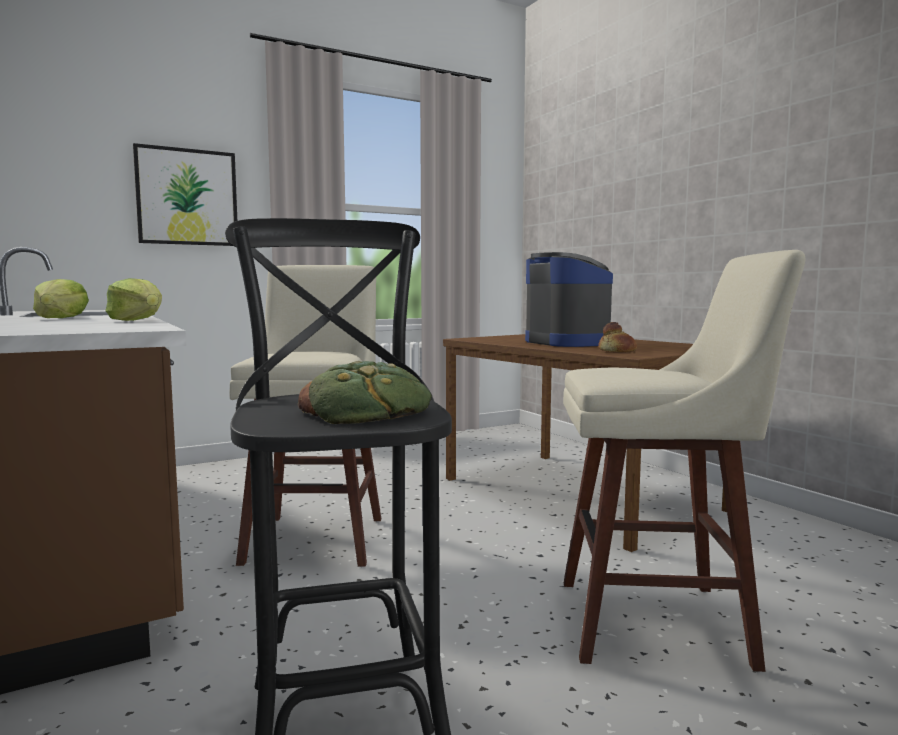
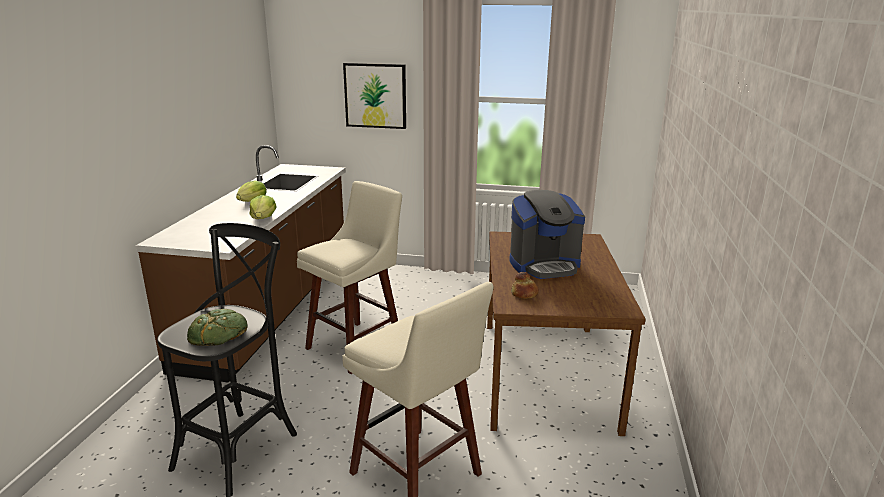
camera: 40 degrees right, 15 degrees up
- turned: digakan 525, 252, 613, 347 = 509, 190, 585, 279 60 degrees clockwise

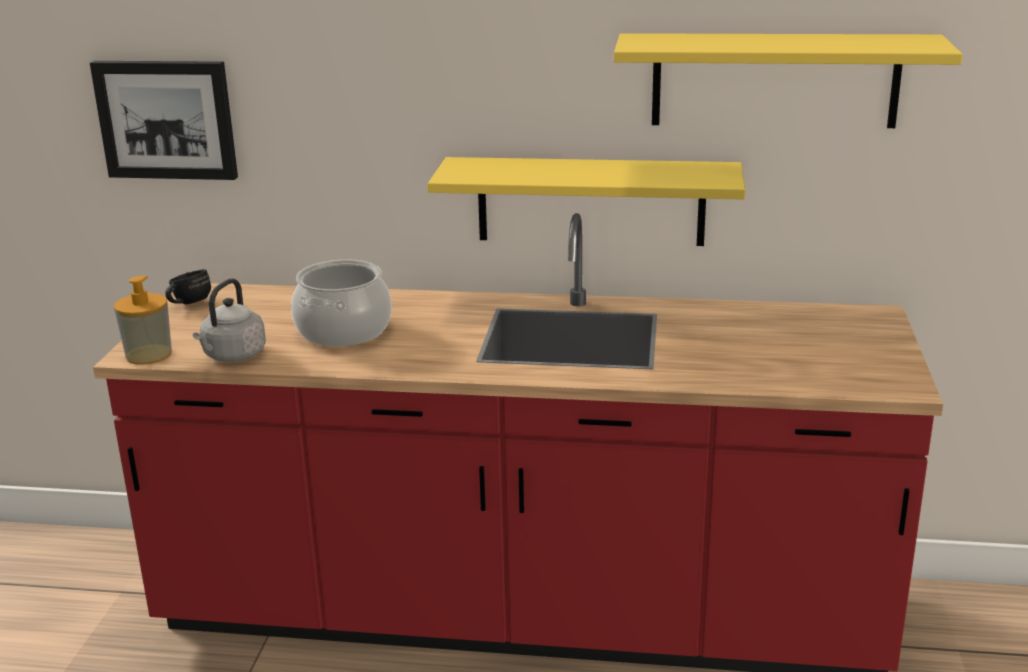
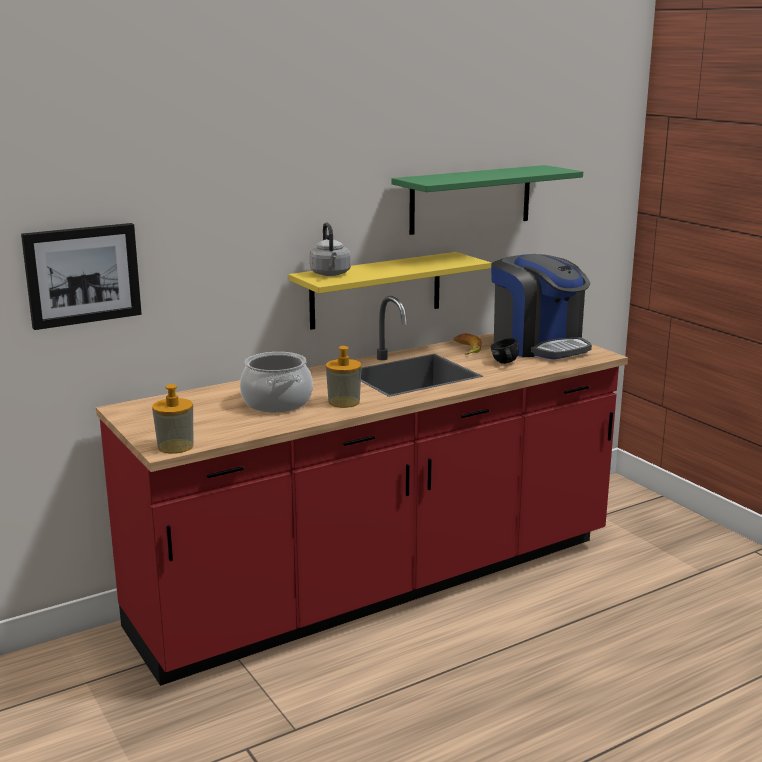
camera: 40 degrees left, 5 degrees down
- moved: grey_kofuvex 193, 278, 266, 362 to 310, 222, 351, 276
- added: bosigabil 326, 346, 362, 408
- recoloured: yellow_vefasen 614, 33, 963, 128 to green_vefasen 392, 165, 583, 235
- added: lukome 454, 333, 482, 355
- added: digakan 491, 254, 592, 360
- moved: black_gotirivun 165, 269, 211, 304 to 491, 338, 519, 364

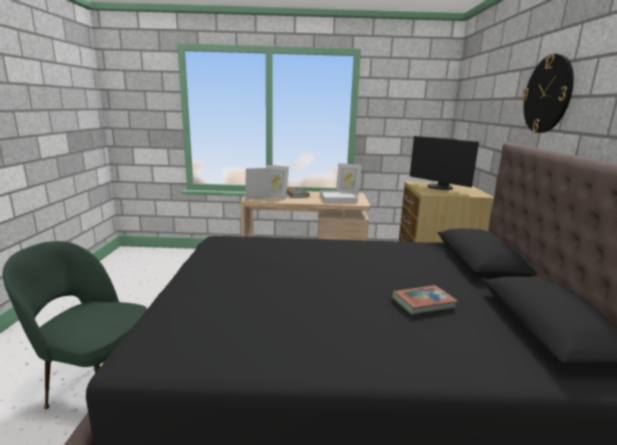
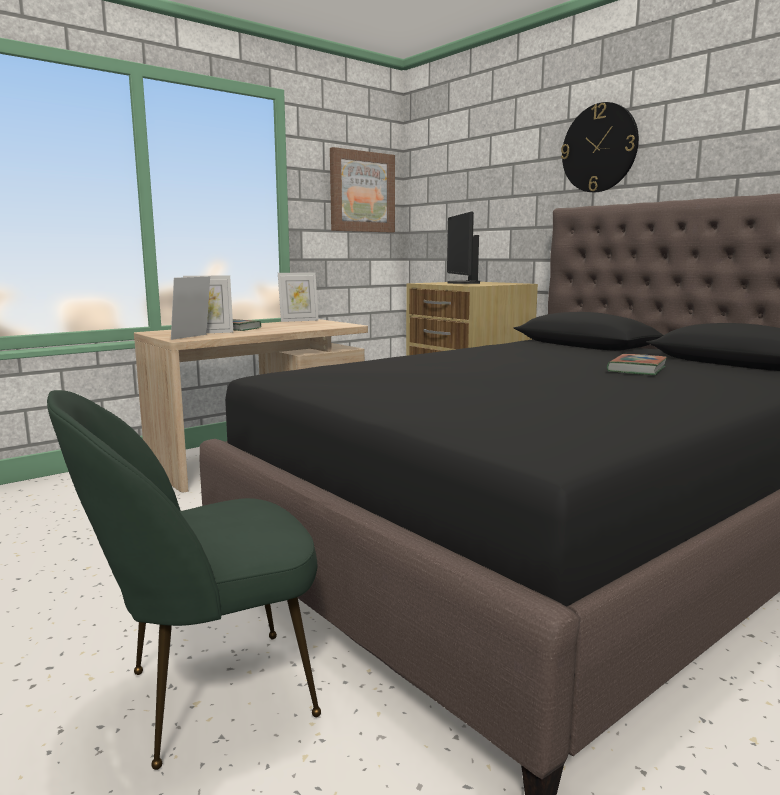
camera: 40 degrees left, 5 degrees down
- added: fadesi 330, 147, 395, 233
- turned: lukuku 410, 136, 479, 190 = 447, 212, 480, 284 75 degrees clockwise
- removed: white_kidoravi 320, 190, 358, 203

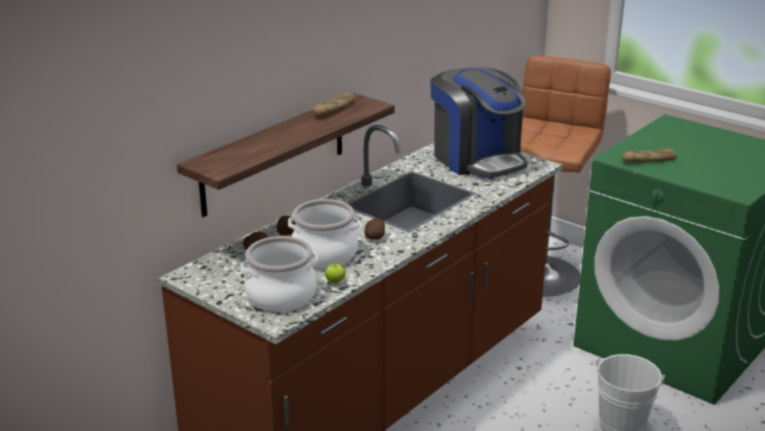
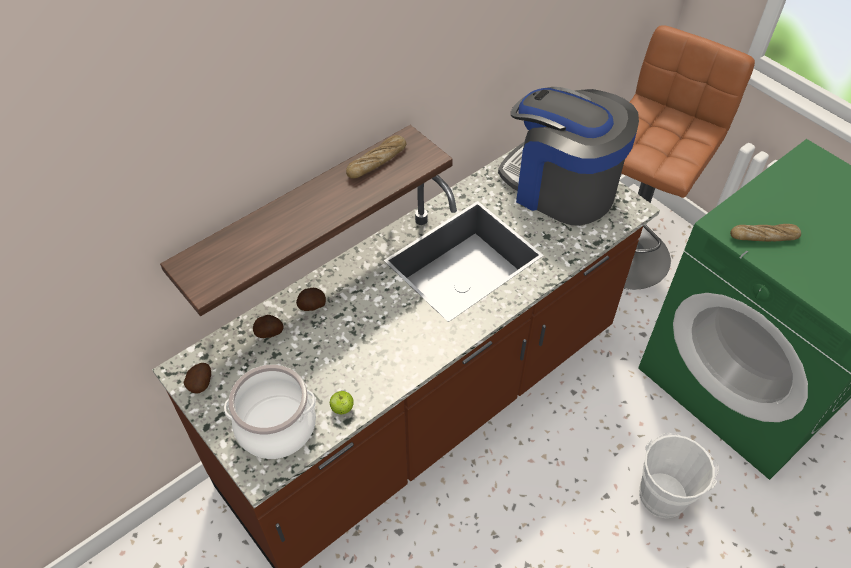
camera: 10 degrees right, 25 degrees up
- moved: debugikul 365, 218, 385, 240 to 183, 363, 211, 394
- turned: digakan 430, 67, 527, 179 = 498, 87, 639, 226 150 degrees clockwise
- removed: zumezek 288, 199, 360, 268

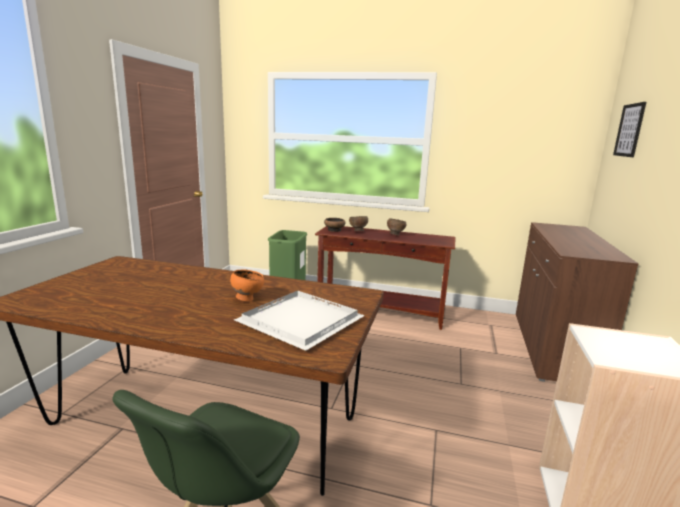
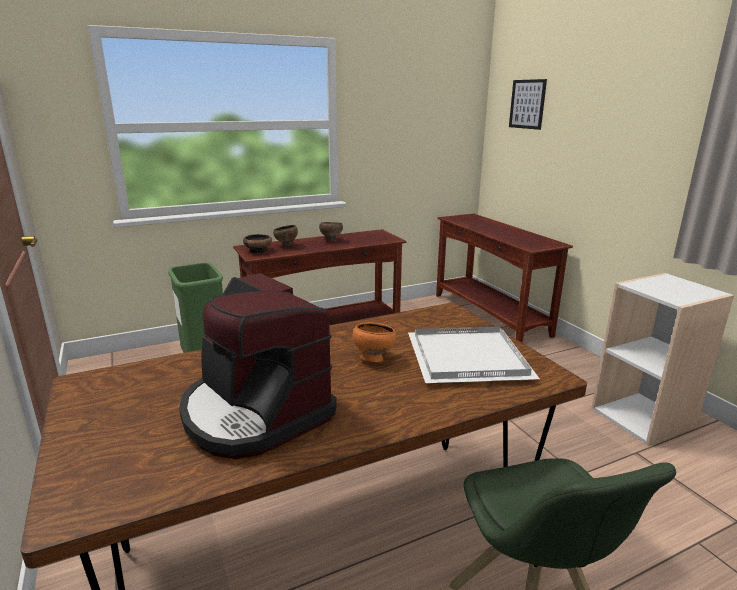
camera: 40 degrees left, 5 degrees up
- added: digakan 179, 273, 337, 459
- replaced: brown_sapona 516, 222, 639, 382 to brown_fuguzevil 436, 213, 573, 342

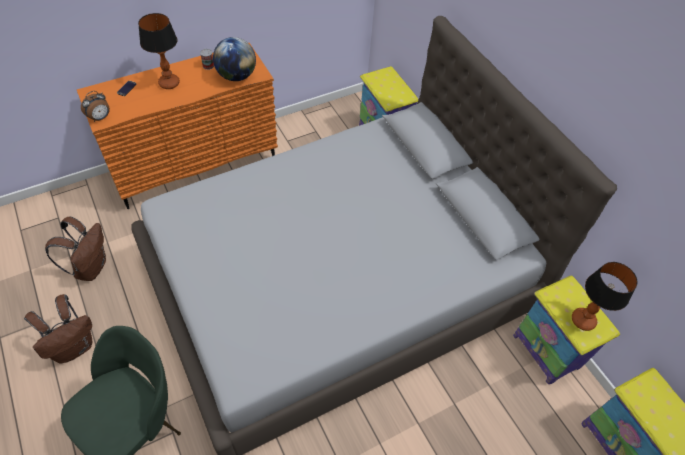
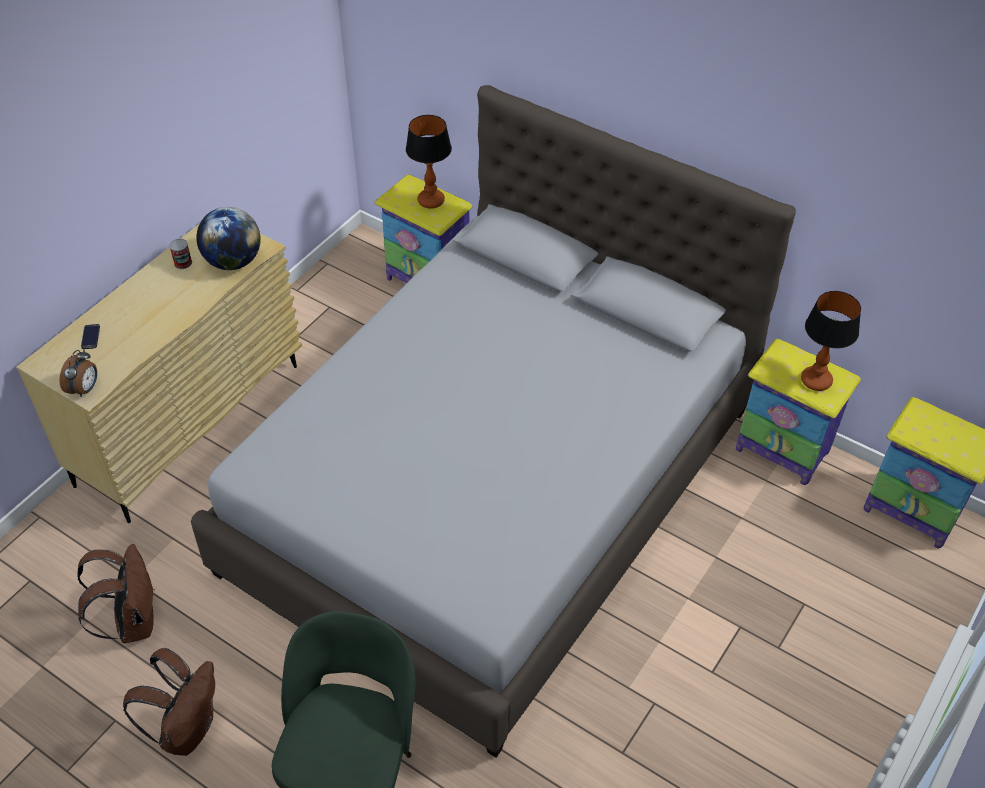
camera: 25 degrees left, 5 degrees down
- recoloured: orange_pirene 77, 43, 278, 209 to beige_pirene 16, 224, 302, 523
- moved: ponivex 138, 13, 180, 89 to 406, 115, 452, 208

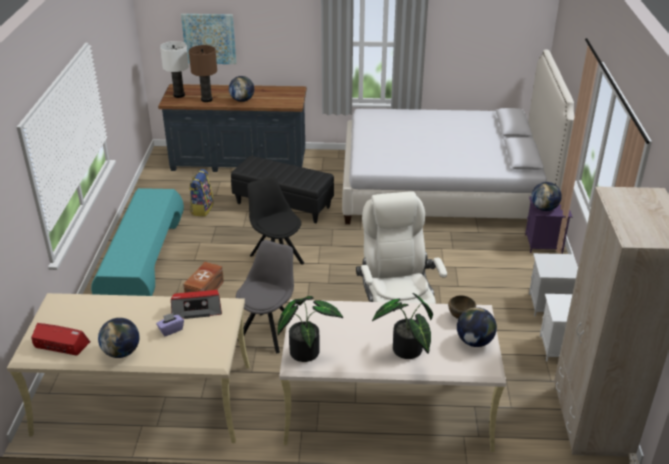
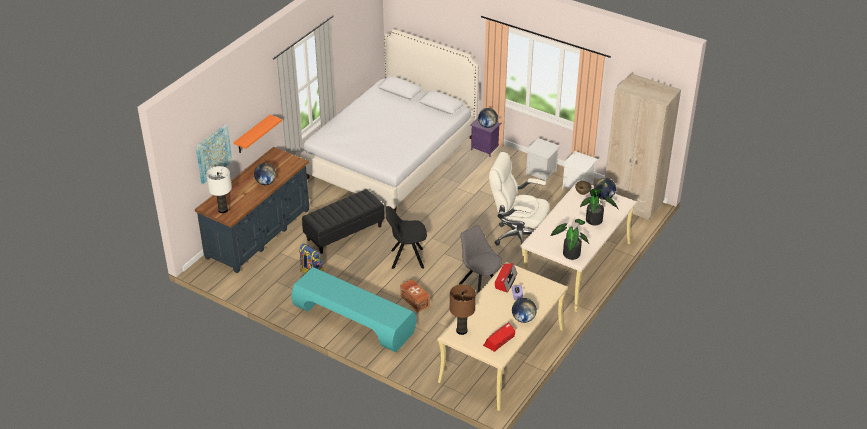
camera: 60 degrees left, 5 degrees up
- added: orange_vefasen 234, 115, 282, 153
- moved: brown_ponivex 189, 45, 217, 102 to 450, 284, 476, 335

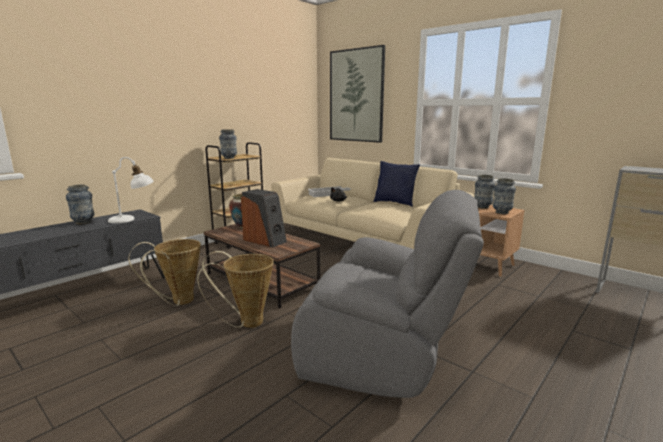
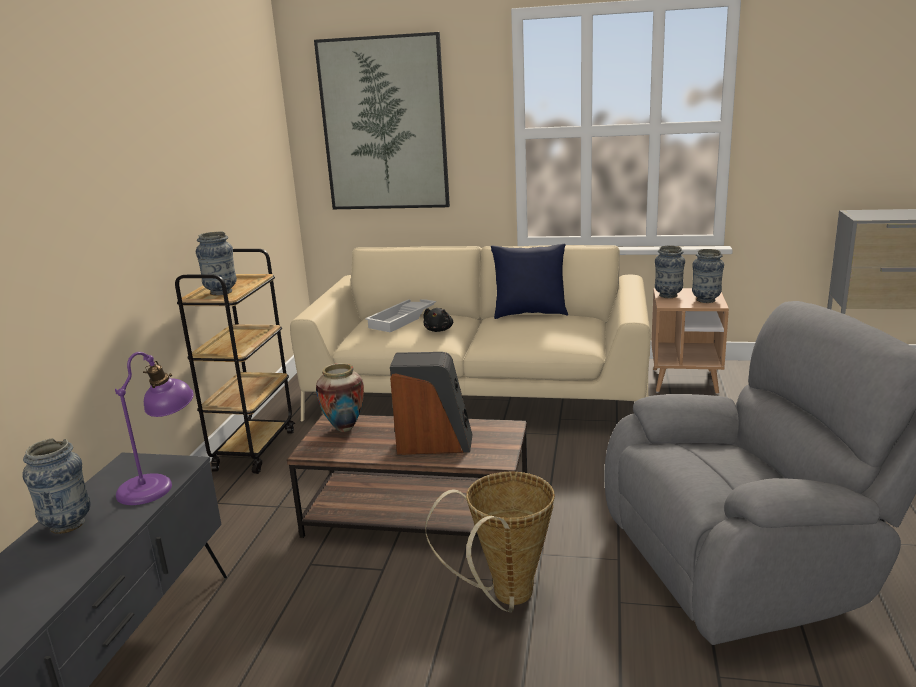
camera: 30 degrees left, 5 degrees up
- recoloured: white_ponivex 108, 157, 154, 223 to purple_ponivex 115, 352, 194, 505
- removed: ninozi 128, 239, 201, 306

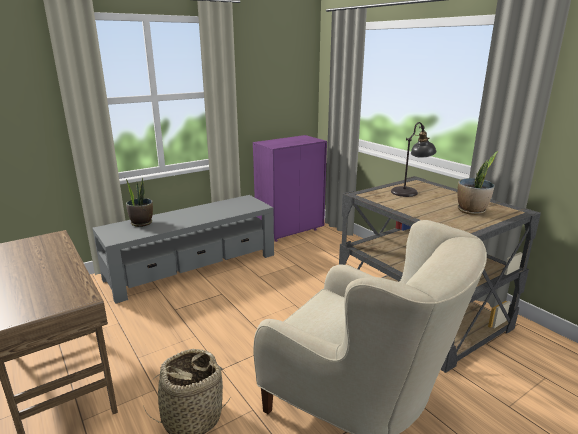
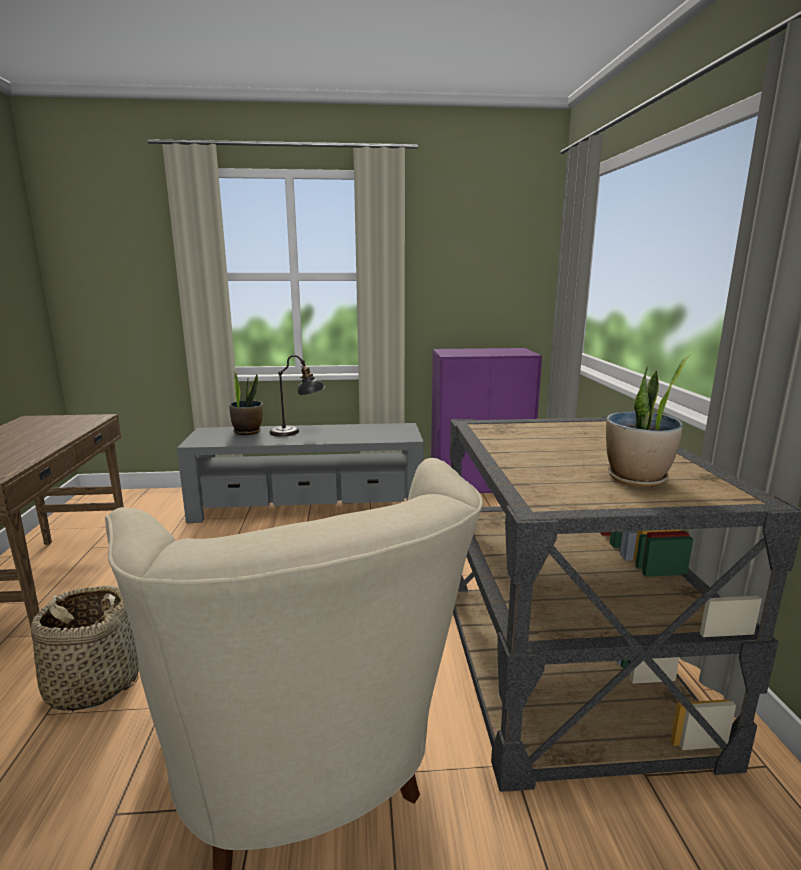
camera: 30 degrees right, 5 degrees down
- moved: grey_ponivex 391, 122, 436, 197 to 270, 355, 325, 436

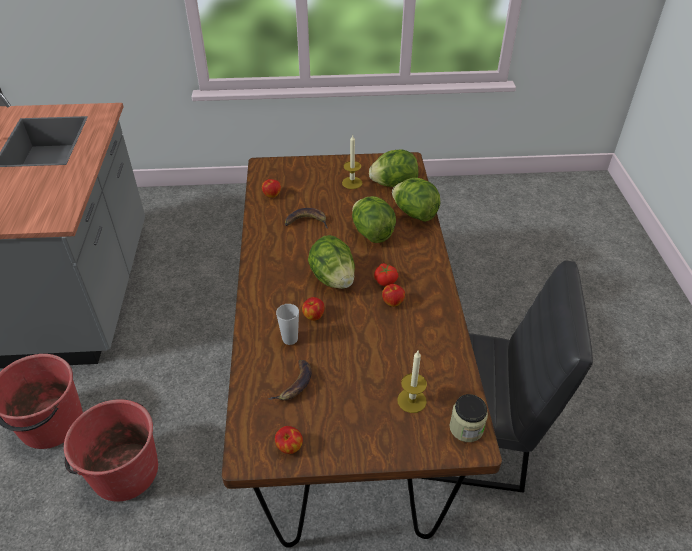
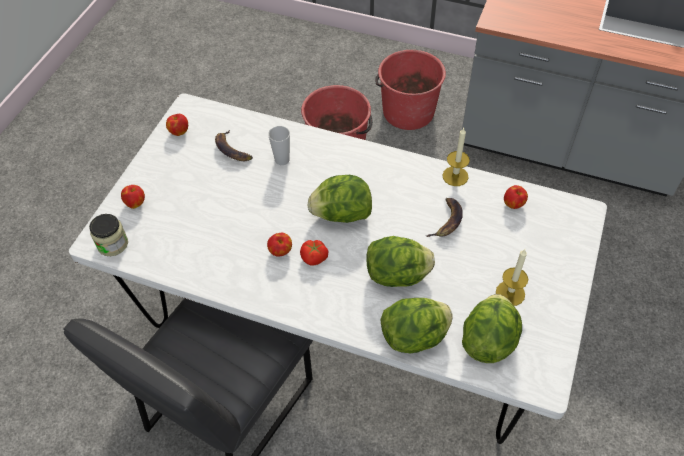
camera: 115 degrees right, 10 degrees up
- recoloured: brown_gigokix 222, 152, 502, 548 to white_gigokix 69, 93, 607, 444
- moved: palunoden 302, 297, 325, 321 to 121, 185, 145, 209
- moved: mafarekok 397, 351, 427, 413 to 443, 128, 470, 186

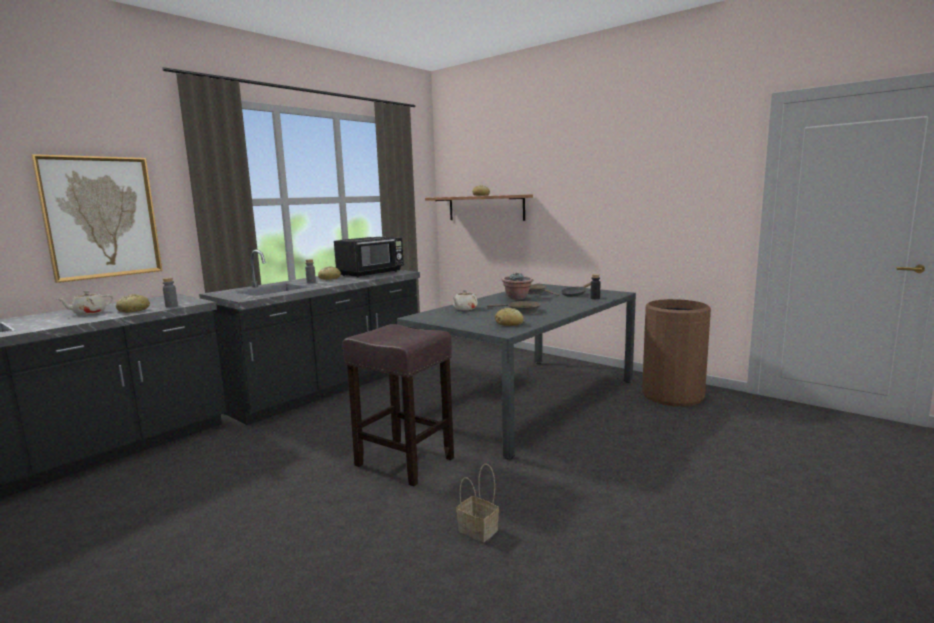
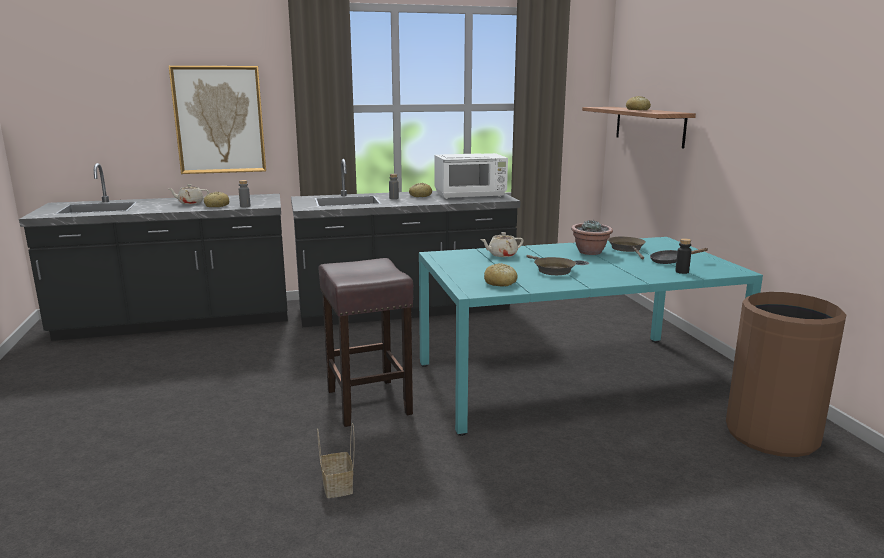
camera: 35 degrees right, 5 degrees up
- recoloured: grey_gigokix 397, 283, 636, 459 to turquoise_gigokix 419, 237, 763, 436
- recoloured: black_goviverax 334, 237, 404, 278 to white_goviverax 434, 153, 508, 199

